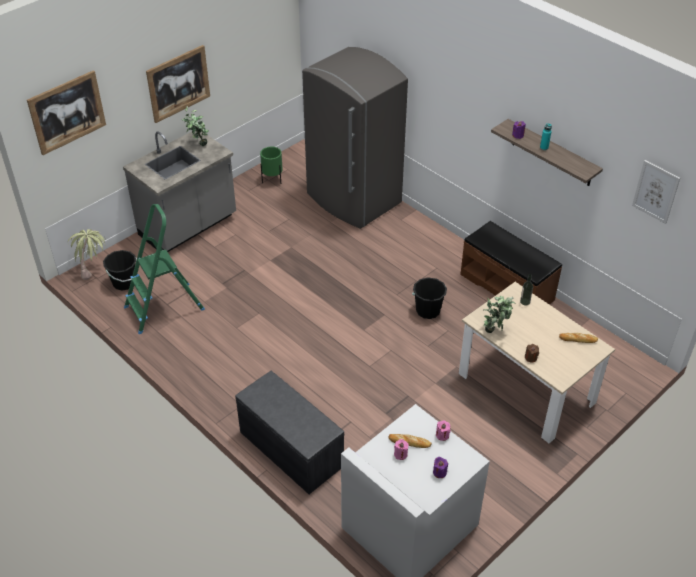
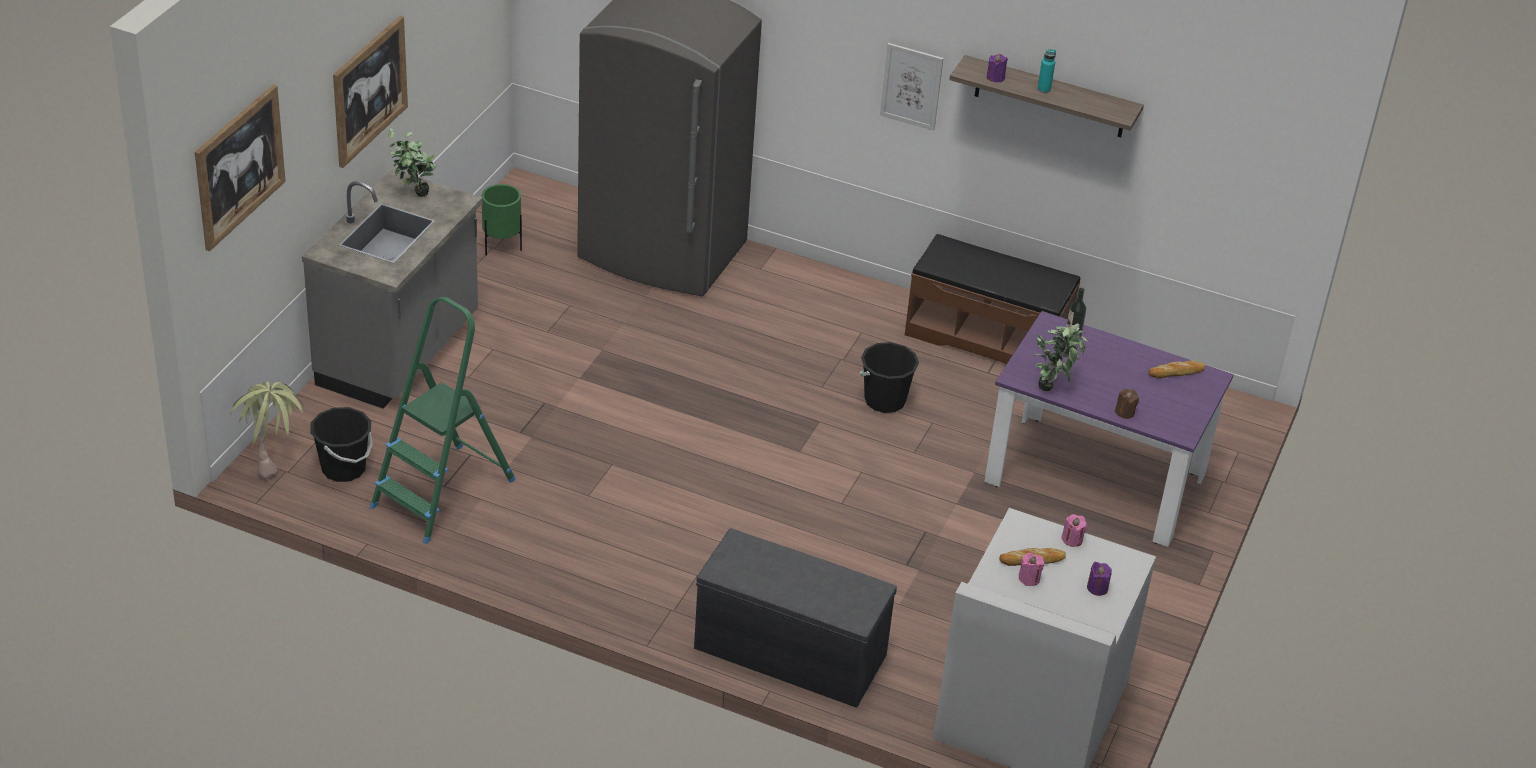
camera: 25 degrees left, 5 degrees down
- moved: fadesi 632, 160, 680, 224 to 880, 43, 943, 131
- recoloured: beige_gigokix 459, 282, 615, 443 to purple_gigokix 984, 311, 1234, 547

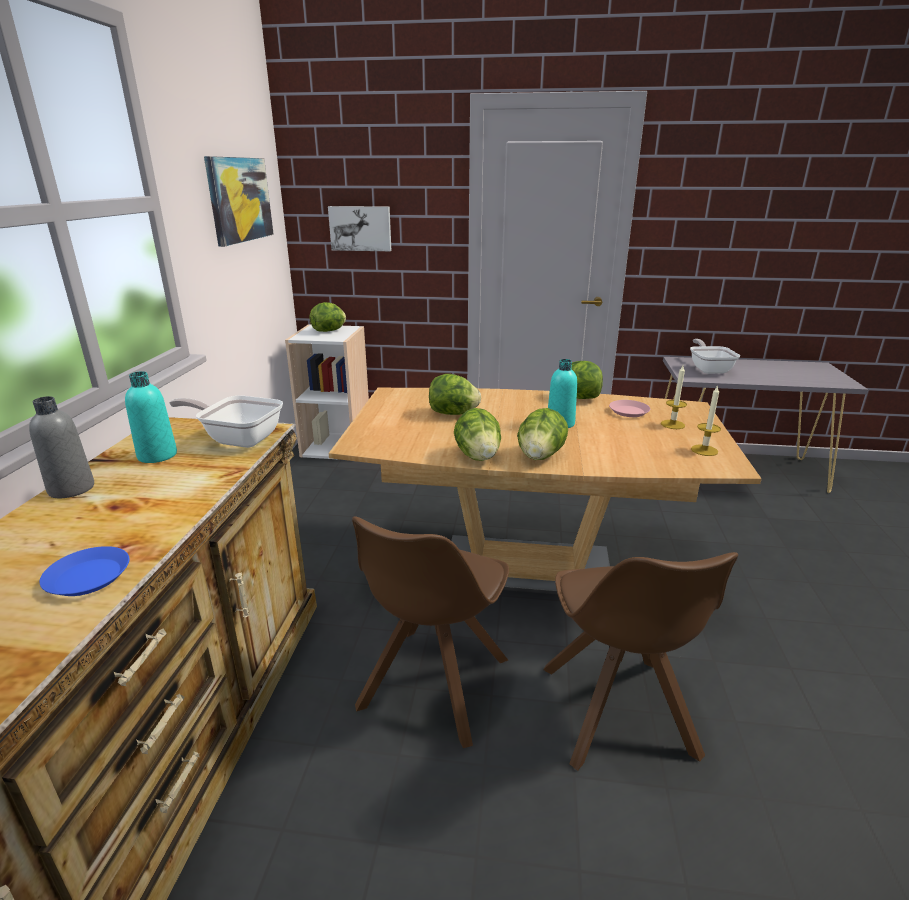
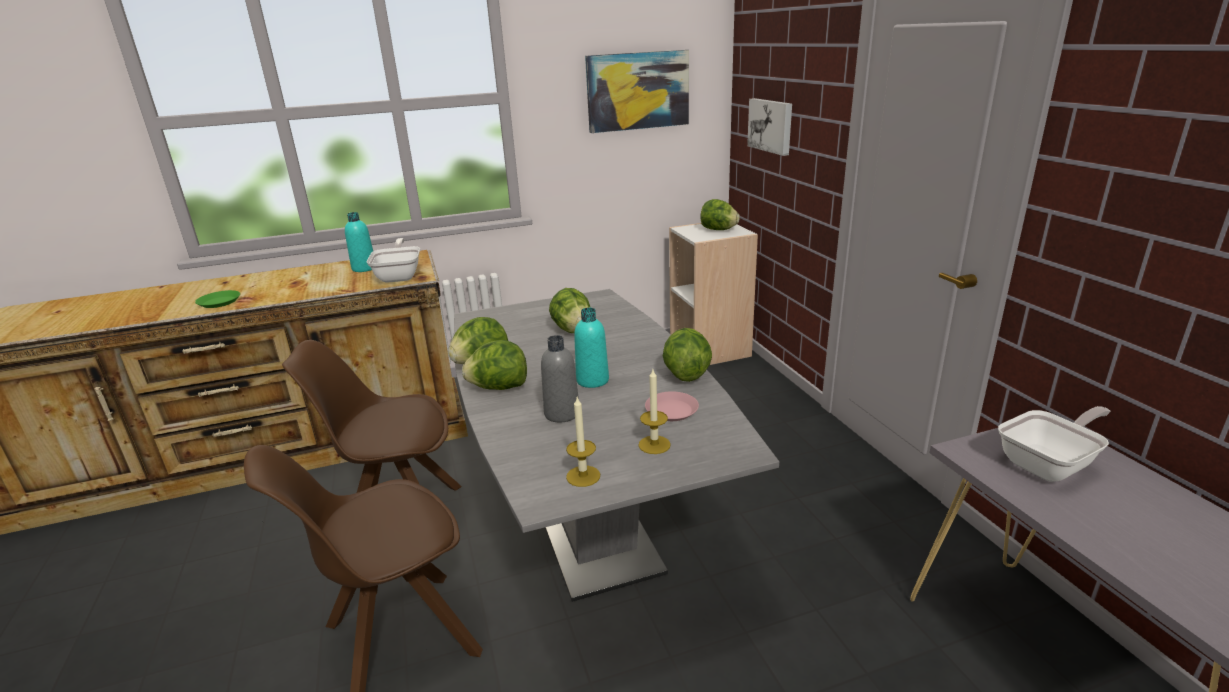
camera: 65 degrees right, 0 degrees up
- recoloured: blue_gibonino 39, 546, 129, 596 to green_gibonino 195, 290, 240, 308
- recoloured: brown_gigokix 329, 388, 762, 595 to grey_gigokix 454, 289, 779, 602
- moved: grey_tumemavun 29, 396, 94, 498 to 541, 335, 579, 422

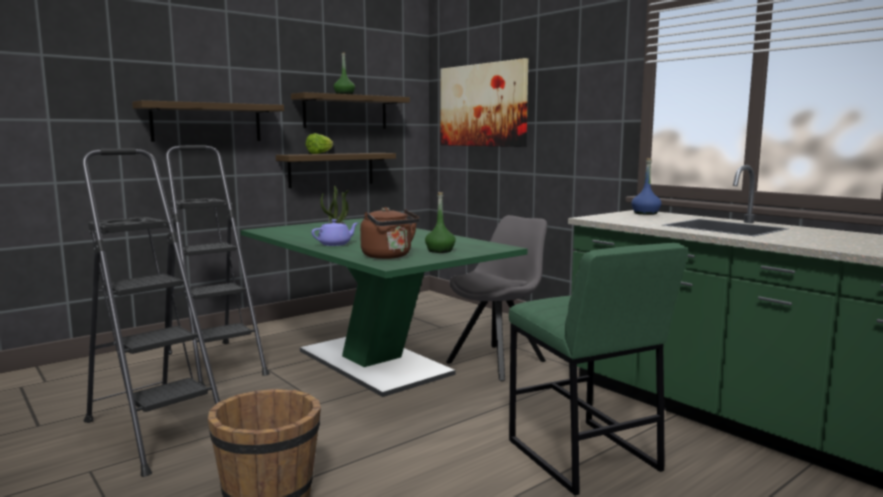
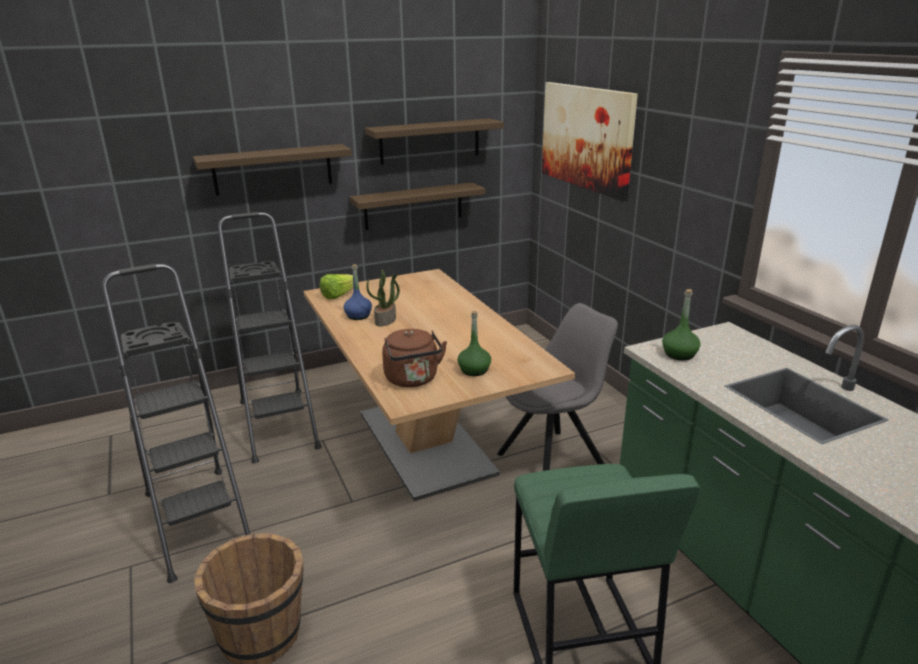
camera: 15 degrees right, 15 degrees up
- recoloured: green_gigokix 241, 218, 527, 397 to brown_gigokix 304, 269, 575, 501
- moved: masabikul 305, 133, 333, 154 to 320, 274, 353, 299
- moved: blue_tumemavun 631, 158, 662, 215 to 343, 264, 372, 320
- moved: green_tumemavun 333, 52, 355, 94 to 662, 289, 701, 361
- removed: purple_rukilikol 312, 219, 358, 246

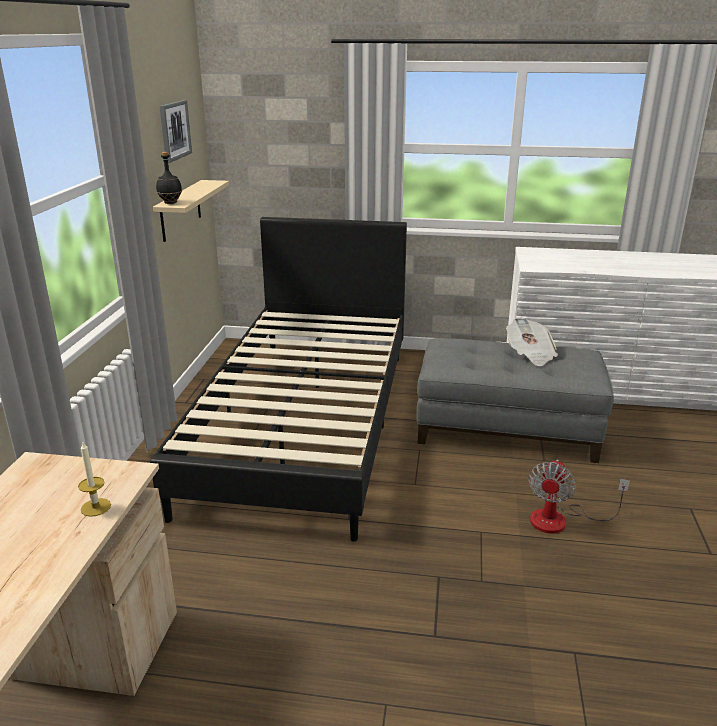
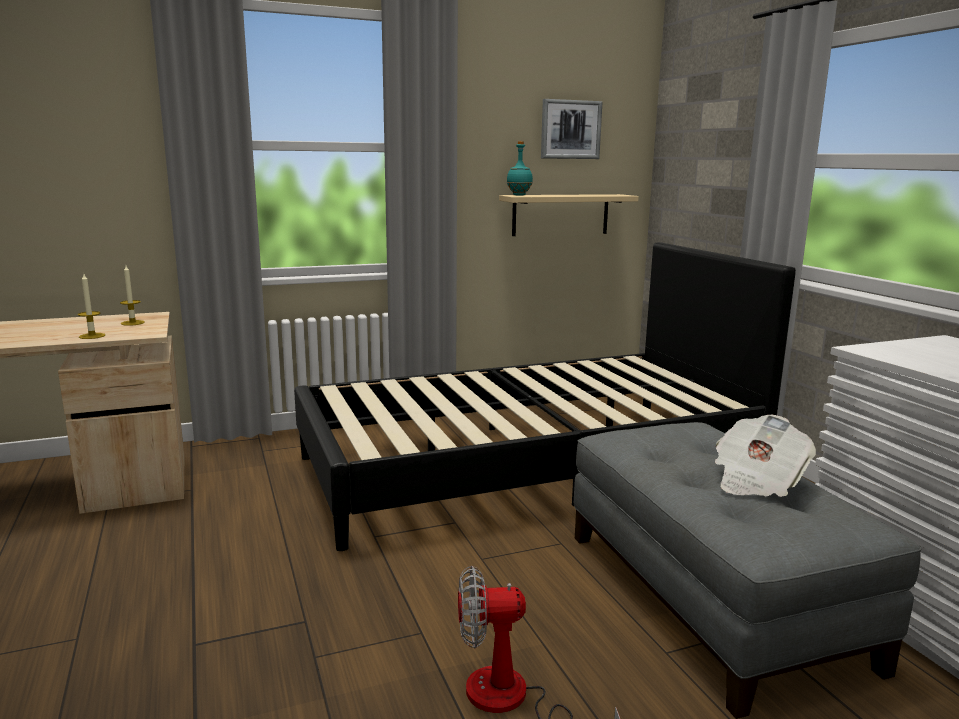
camera: 60 degrees right, 10 degrees down
- added: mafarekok 120, 265, 145, 326
- recoloured: black_tumemavun 156, 152, 182, 204 to turquoise_tumemavun 507, 141, 533, 195

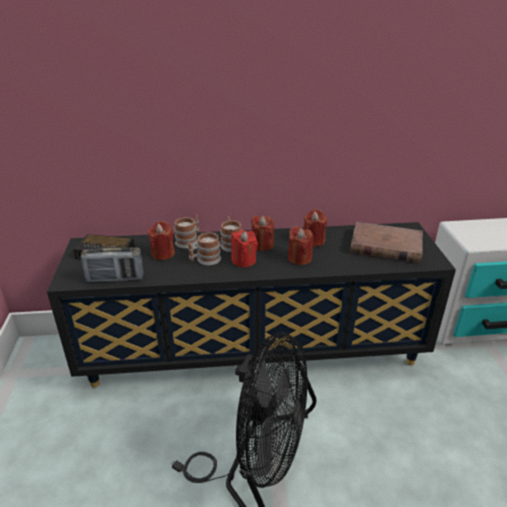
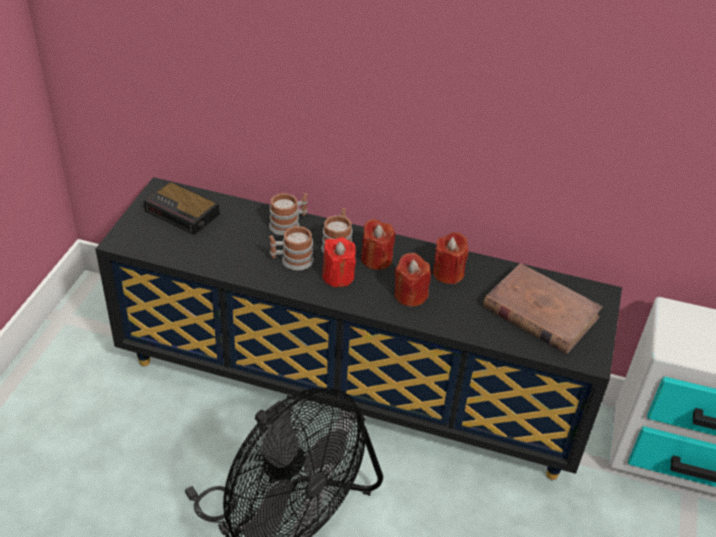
camera: 20 degrees right, 10 degrees up
- removed: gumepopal 81, 246, 144, 282
- removed: red_mafarekok 148, 221, 175, 260

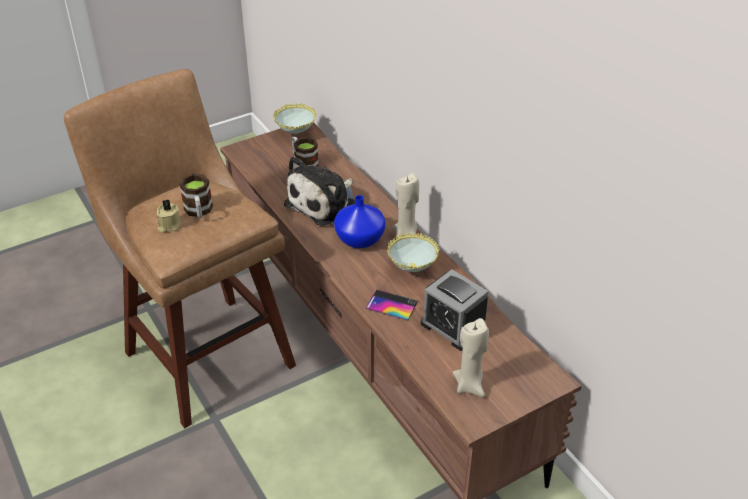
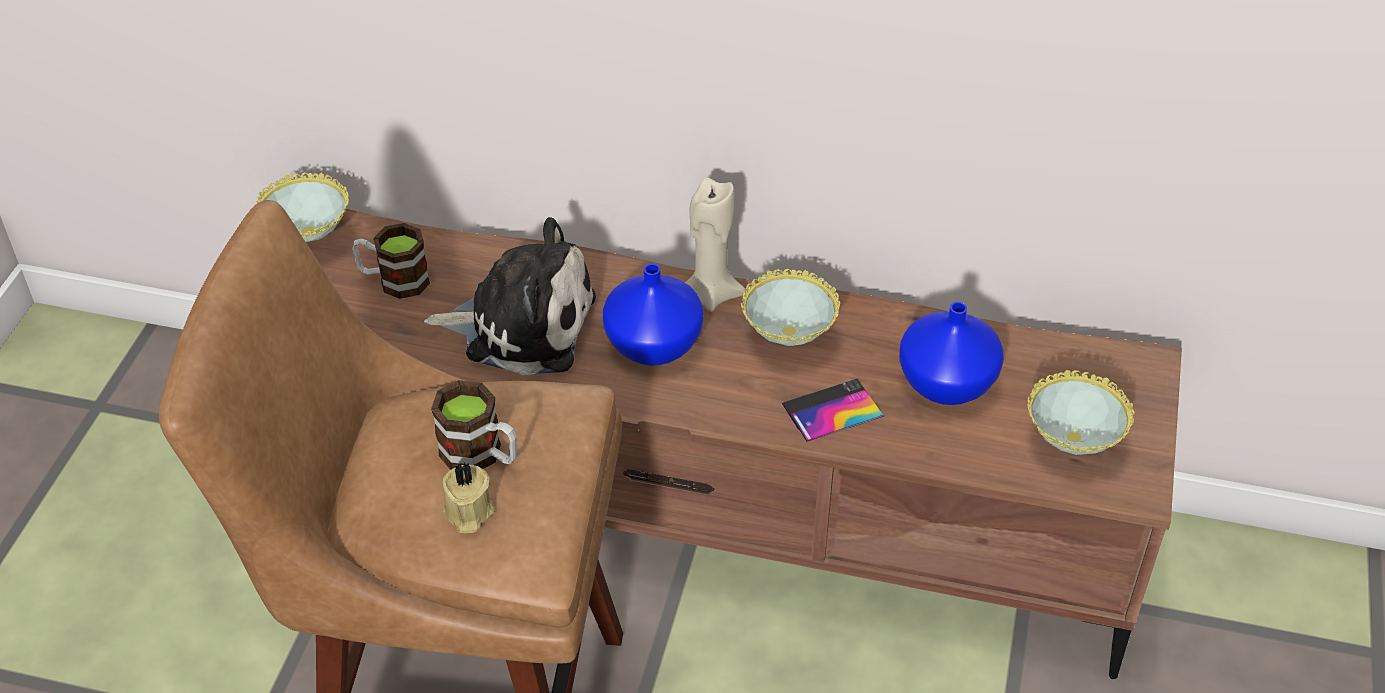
camera: 45 degrees left, 5 degrees up
- turned: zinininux 284, 156, 355, 226 = 424, 217, 596, 375 75 degrees counterclockwise
- replaced: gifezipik 421, 270, 488, 351 to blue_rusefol 899, 302, 1004, 405
- replaced: beige_mafarekok 453, 318, 489, 397 to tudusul 1027, 370, 1135, 455

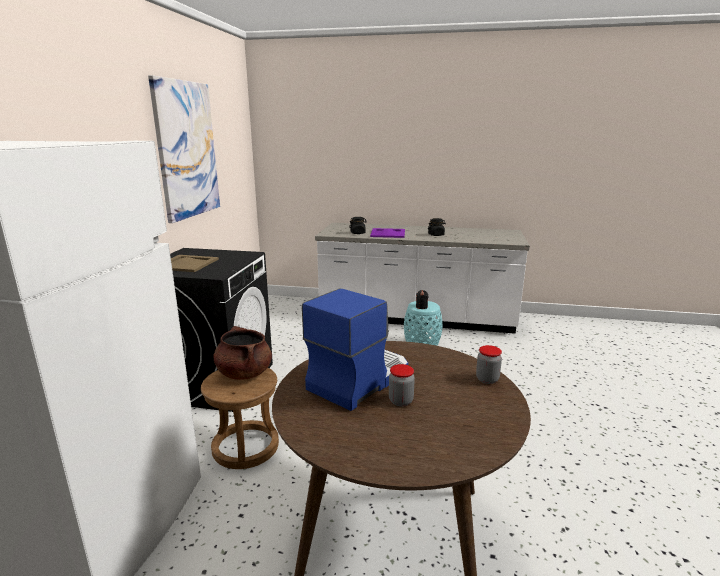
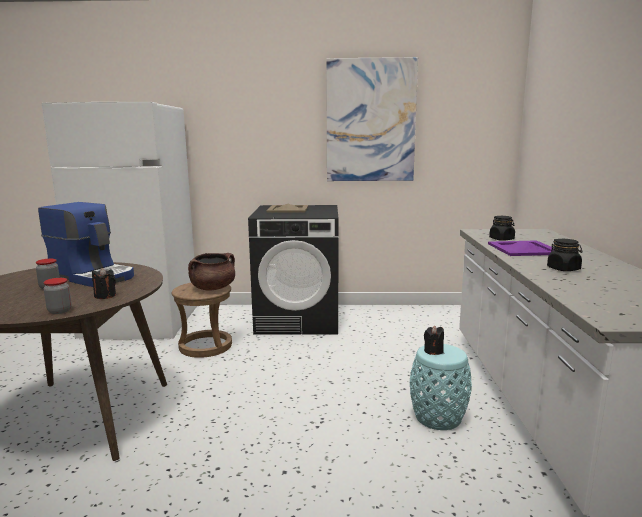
camera: 80 degrees right, 5 degrees down
- added: black_mafarekok 92, 268, 116, 299

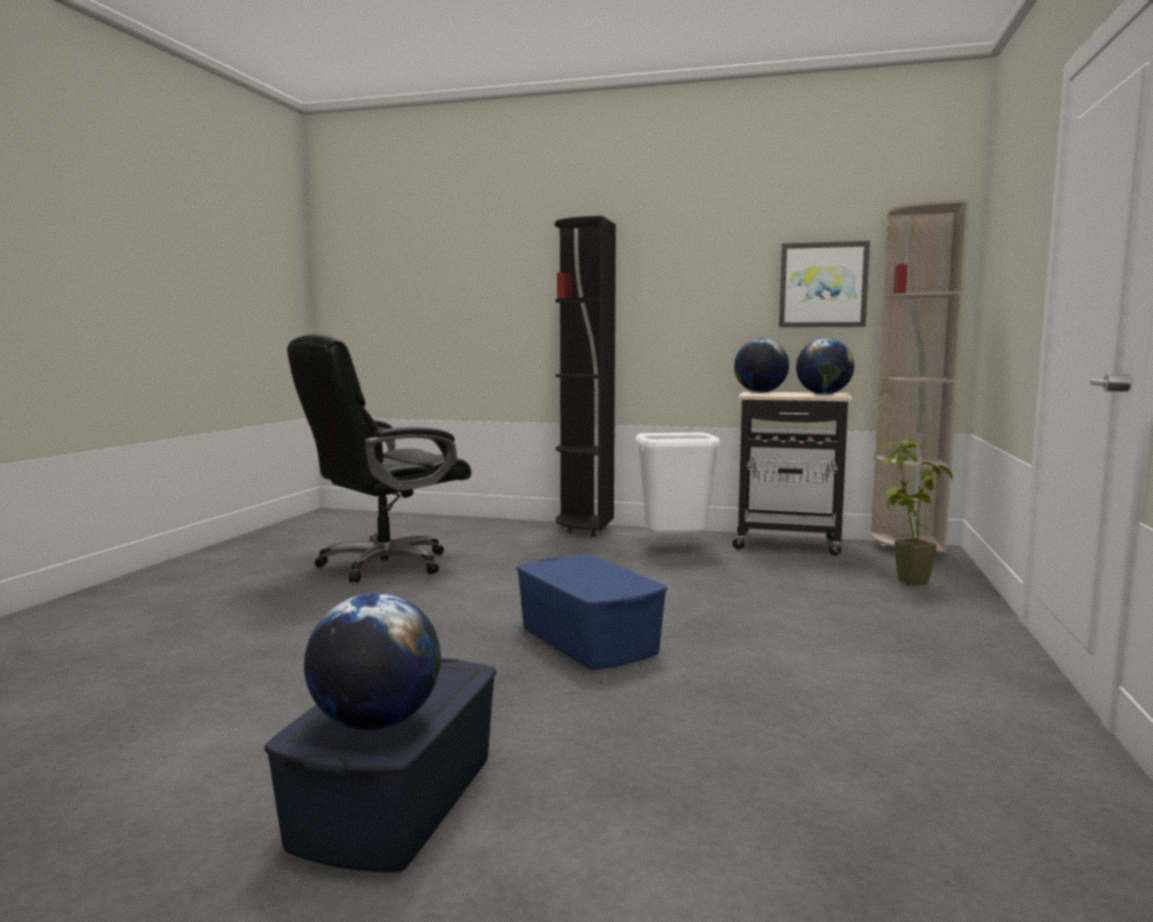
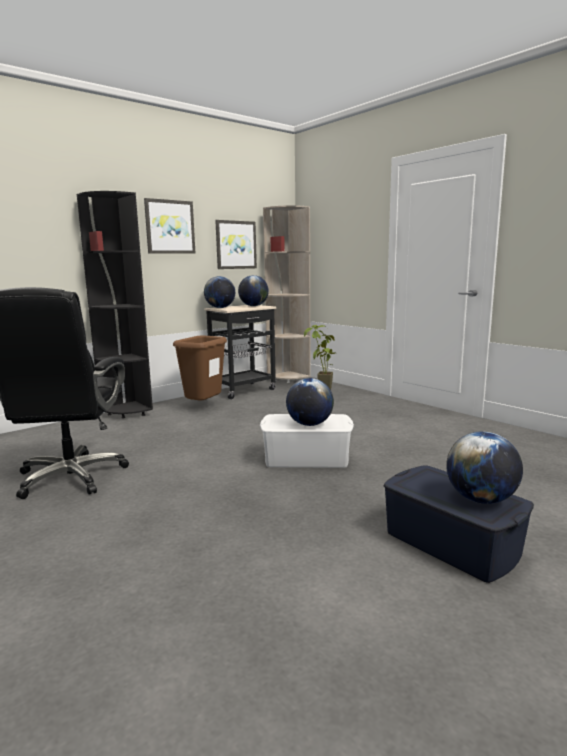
camera: 55 degrees left, 5 degrees up
- added: fadesi 144, 198, 195, 254
- recoloured: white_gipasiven 635, 433, 721, 533 to brown_gipasiven 173, 335, 227, 401
- recoloured: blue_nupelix 516, 554, 667, 670 to white_nupelix 260, 414, 354, 468
- added: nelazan 286, 378, 334, 426

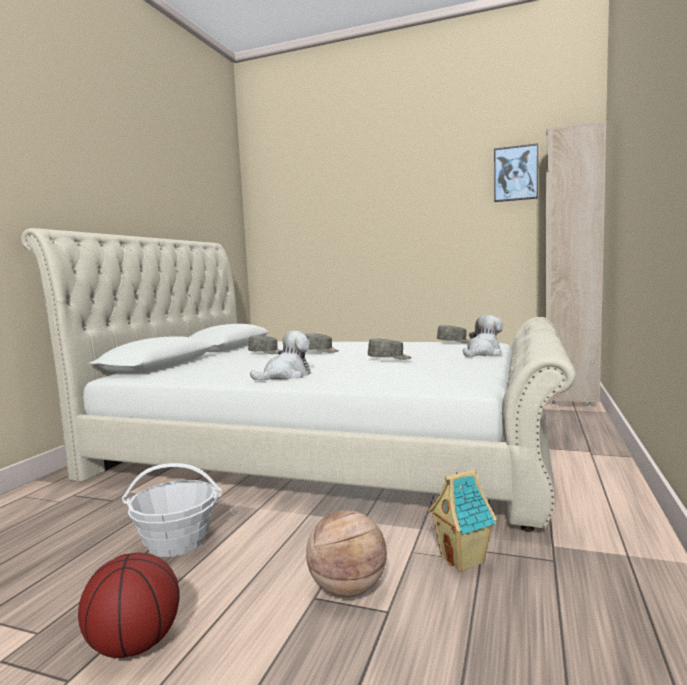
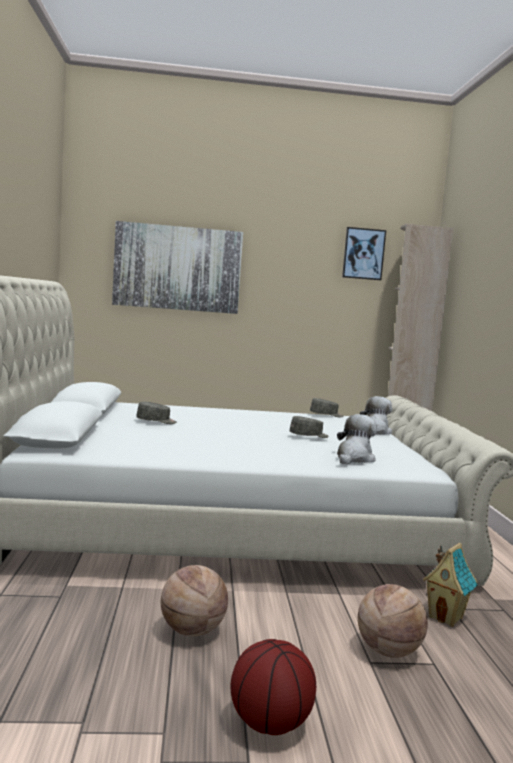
camera: 25 degrees left, 0 degrees up
- added: fadesi 112, 221, 243, 314
- replaced: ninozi 122, 463, 222, 557 to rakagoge 161, 565, 228, 637
- moved: zinininux 250, 331, 310, 380 to 337, 414, 377, 464
- removed: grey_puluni 304, 333, 339, 353

